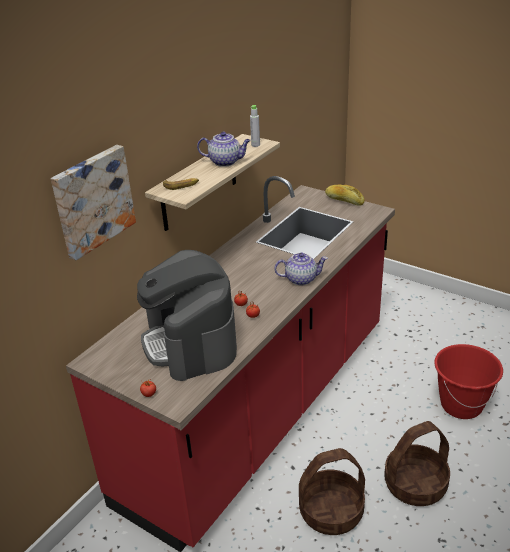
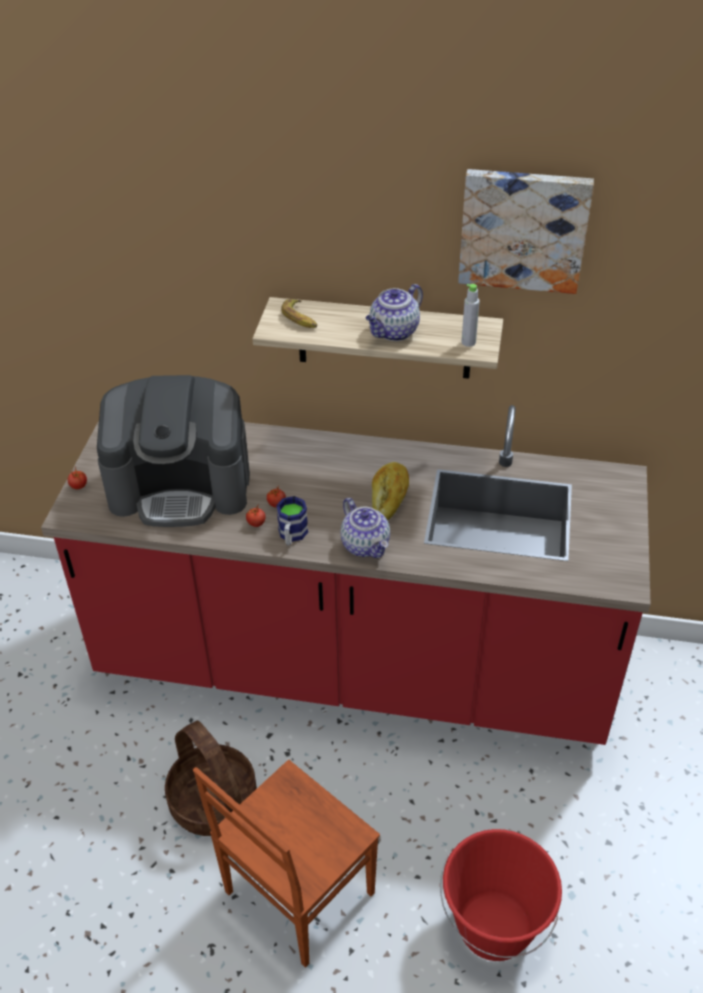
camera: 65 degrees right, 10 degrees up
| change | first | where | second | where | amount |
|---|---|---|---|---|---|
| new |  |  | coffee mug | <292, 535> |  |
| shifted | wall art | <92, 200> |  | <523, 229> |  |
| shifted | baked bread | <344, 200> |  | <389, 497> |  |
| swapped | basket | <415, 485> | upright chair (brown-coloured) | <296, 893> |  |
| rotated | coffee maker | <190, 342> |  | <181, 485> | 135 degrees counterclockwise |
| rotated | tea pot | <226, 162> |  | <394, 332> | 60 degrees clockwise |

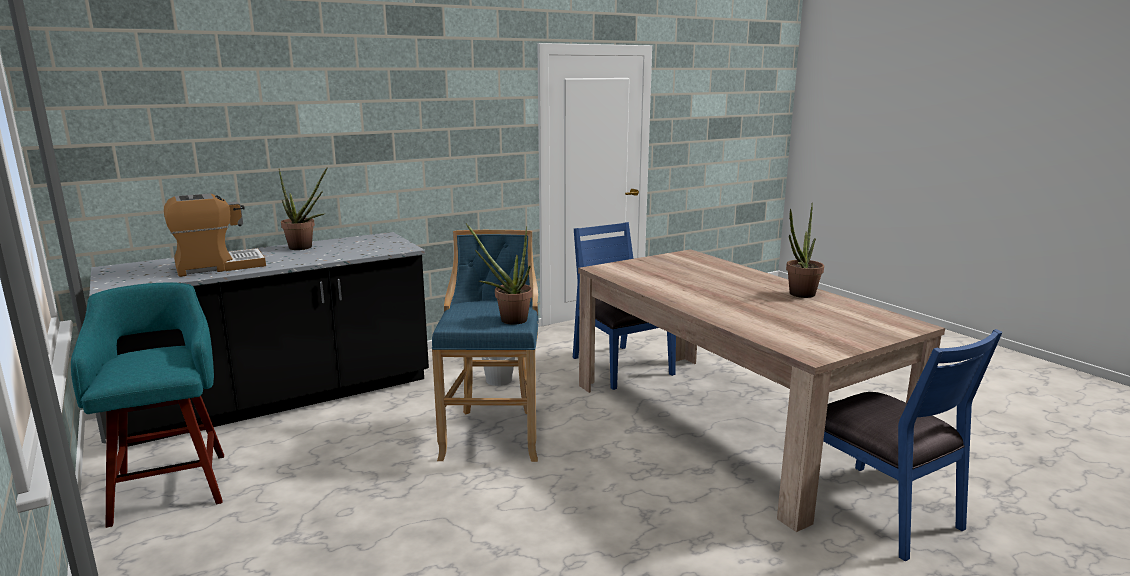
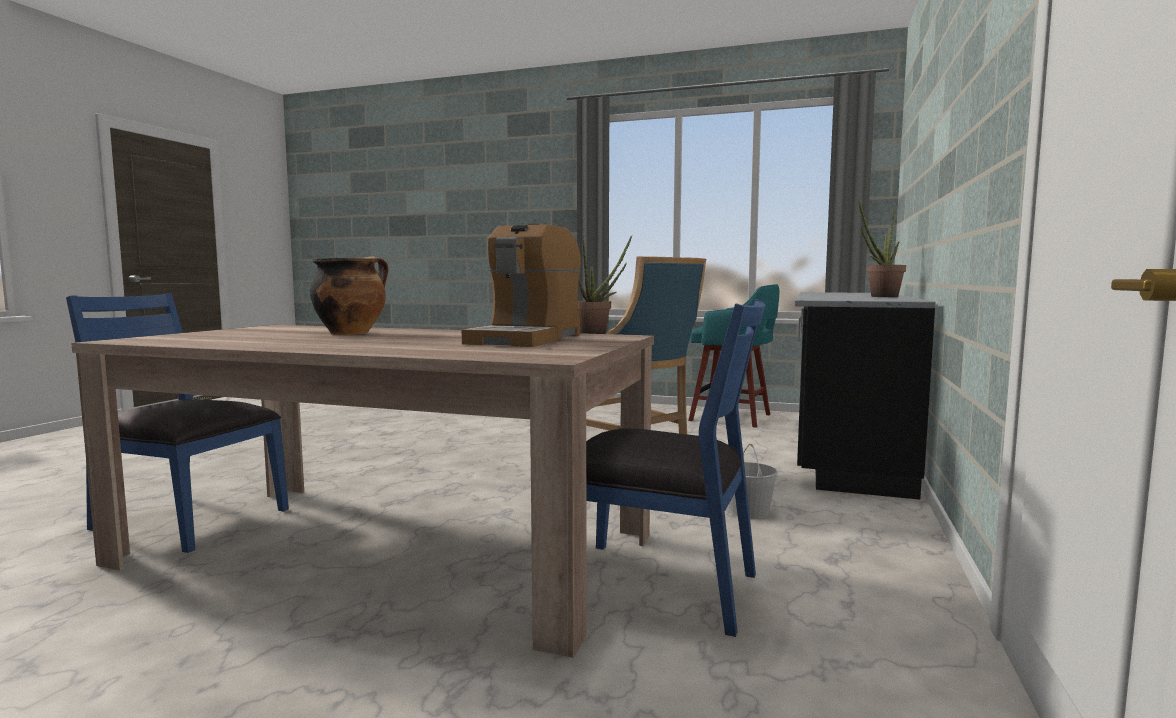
camera: 140 degrees right, 10 degrees down
| change | first | where | second | where | amount |
|---|---|---|---|---|---|
| gone | houseplant | <799, 295> |  |  |  |
| new |  |  | saucepot | <351, 333> |  |
| shifted | coffee maker | <218, 266> |  | <526, 339> |  |

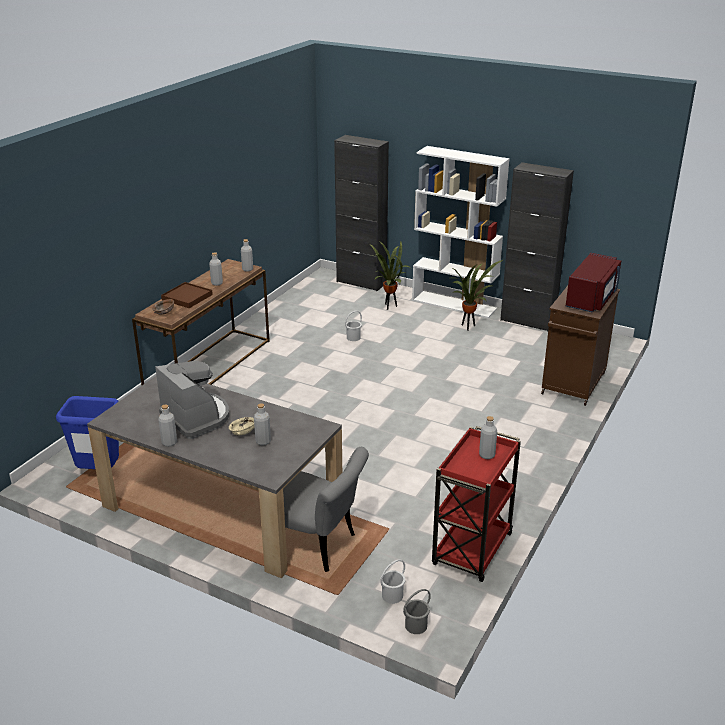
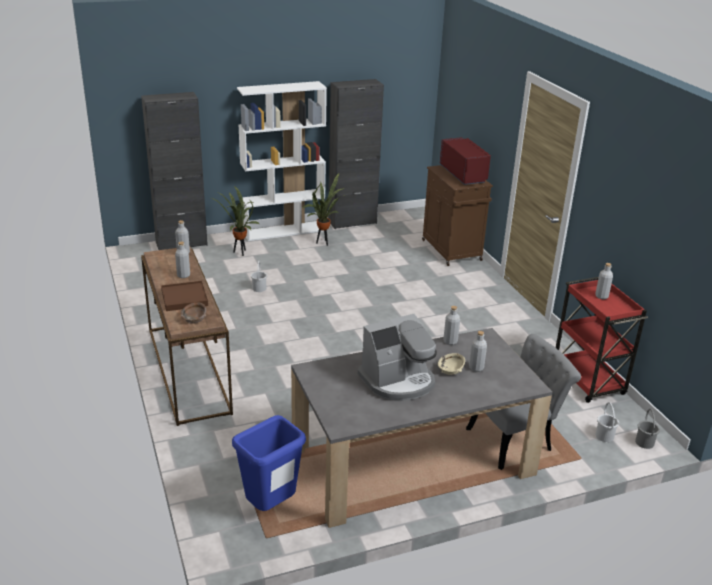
camera: 50 degrees left, 0 degrees up
| change | first | where | second | where | amount |
|---|---|---|---|---|---|
| shifted | beverage bottle (grey) | <169, 442> |  | <450, 341> |  |
| rotated | coffee maker | <197, 417> |  | <398, 381> | 150 degrees clockwise |

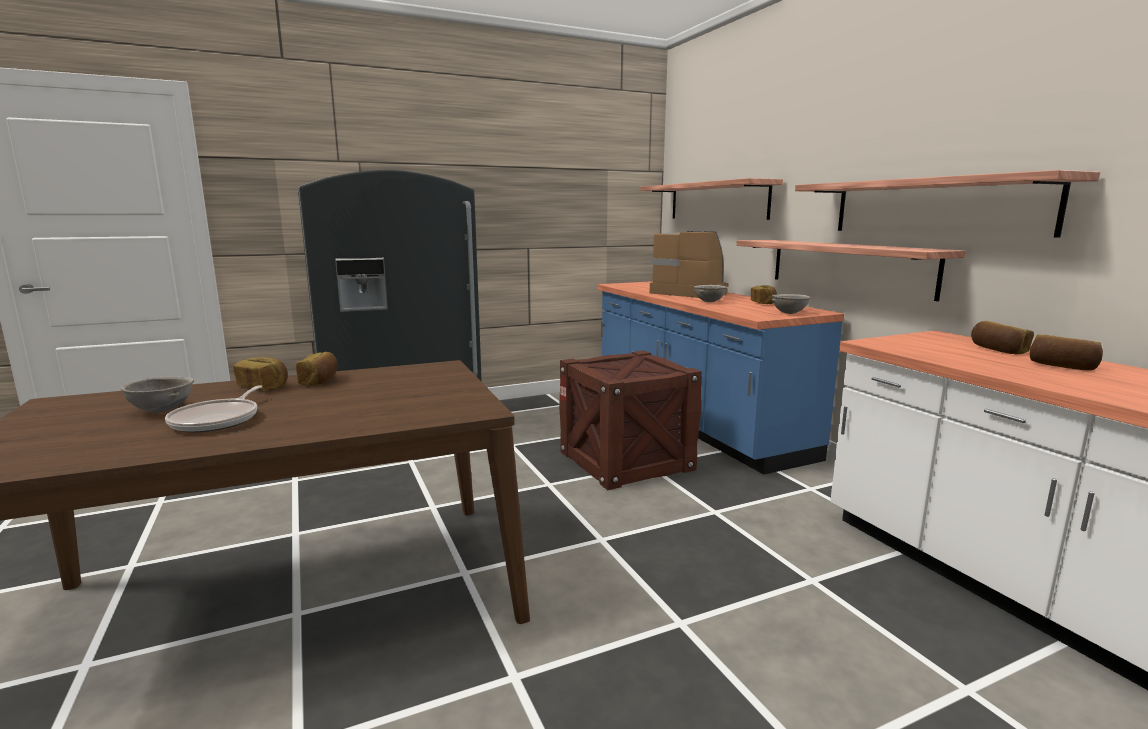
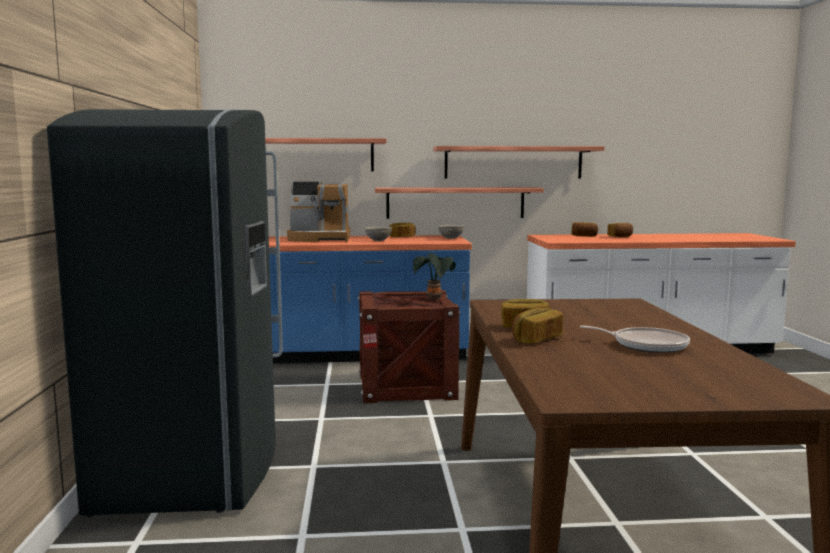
camera: 70 degrees left, 5 degrees down
| change | first | where | second | where | amount |
|---|---|---|---|---|---|
| gone | deep dish (grey) | <163, 410> |  |  |  |
| new |  |  | houseplant | <434, 299> |  |
| rotated | coffee maker | <690, 292> |  | <320, 239> | 150 degrees counterclockwise |

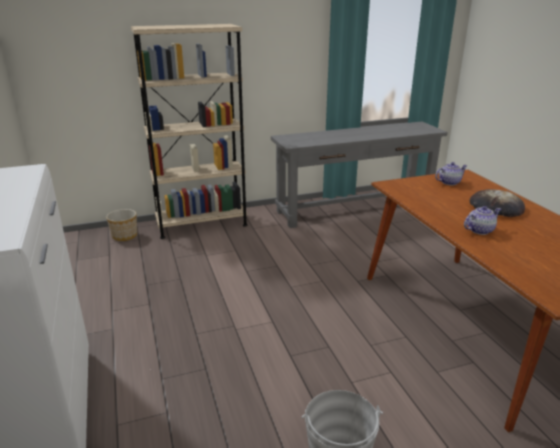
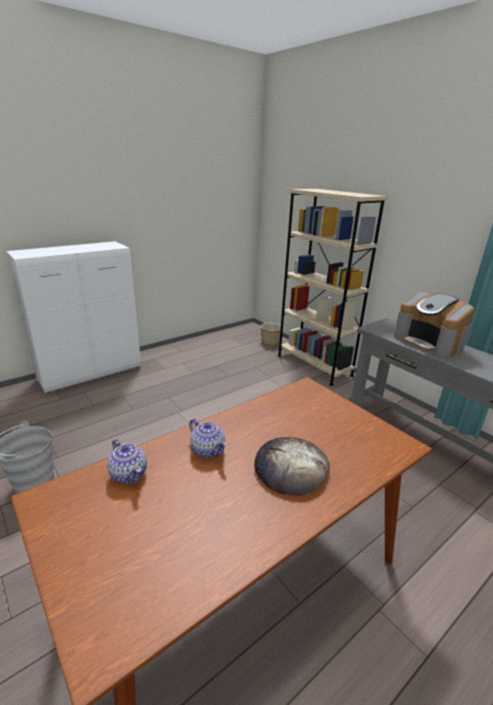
camera: 70 degrees right, 0 degrees up
| change | first | where | second | where | amount |
|---|---|---|---|---|---|
| new |  |  | coffee maker | <428, 343> |  |
| shifted | tea pot | <449, 182> |  | <129, 474> |  |

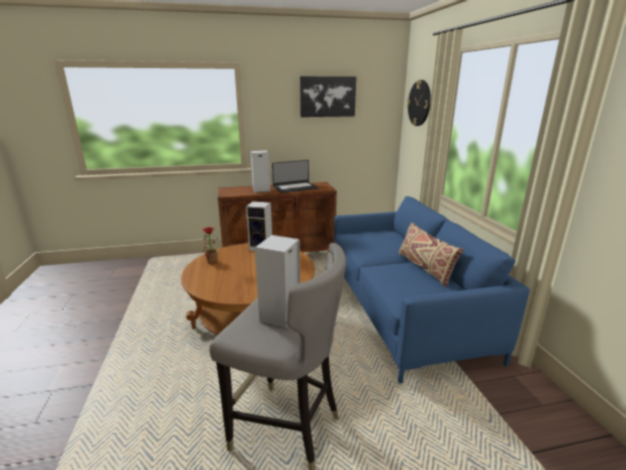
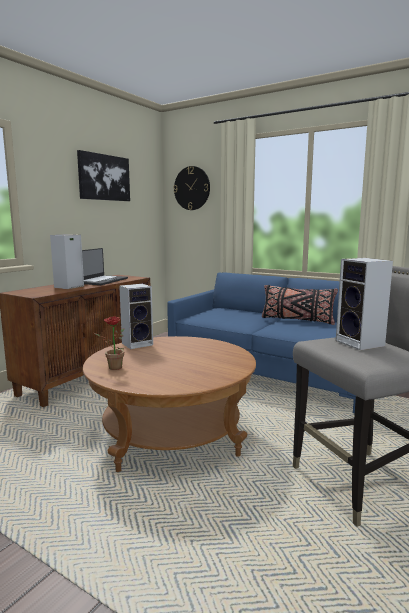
camera: 45 degrees left, 10 degrees down
| change | first | where | second | where | amount |
|---|---|---|---|---|---|
| repainted | throw pillow (beige) | <425, 268> | throw pillow (blackish) | <297, 320> |  |

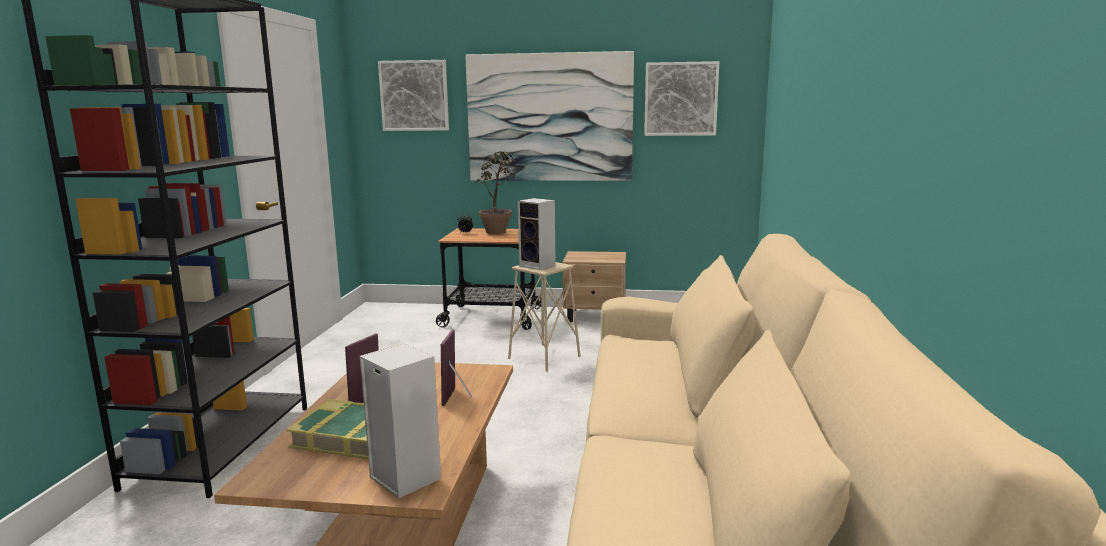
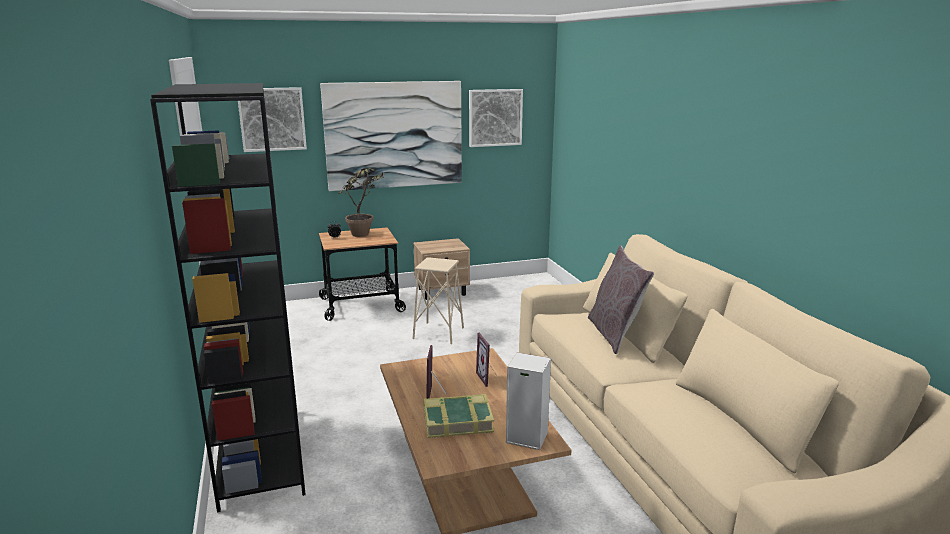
camera: 25 degrees left, 5 degrees up
| change | first | where | second | where | amount |
|---|---|---|---|---|---|
| gone | loudspeaker | <538, 265> |  |  |  |
| new |  |  | throw pillow (grey) | <615, 334> |  |

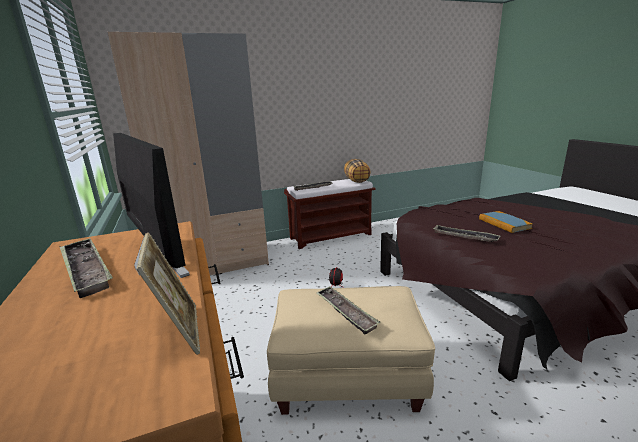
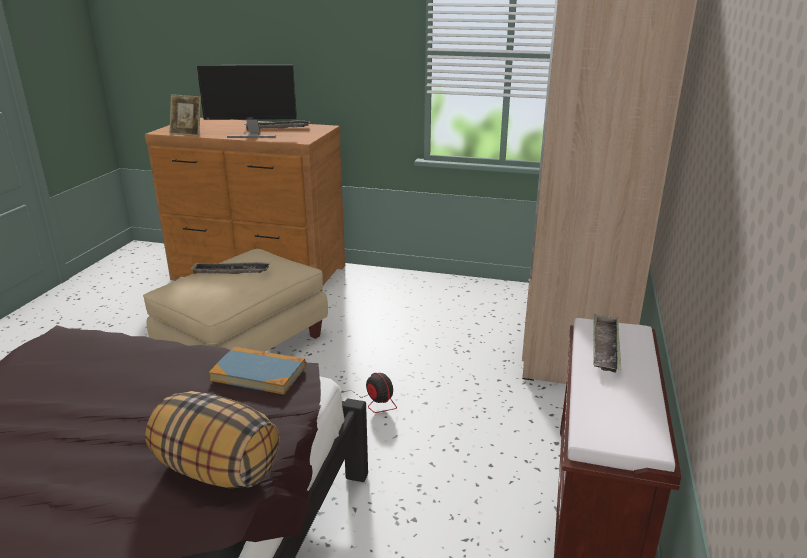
camera: 125 degrees right, 5 degrees up
| change | first | where | second | where | amount |
|---|---|---|---|---|---|
| gone | serving tray | <464, 237> |  |  |  |
| shifted | throw pillow | <357, 181> |  | <216, 469> |  |
| shifted | book | <504, 223> |  | <258, 373> |  |

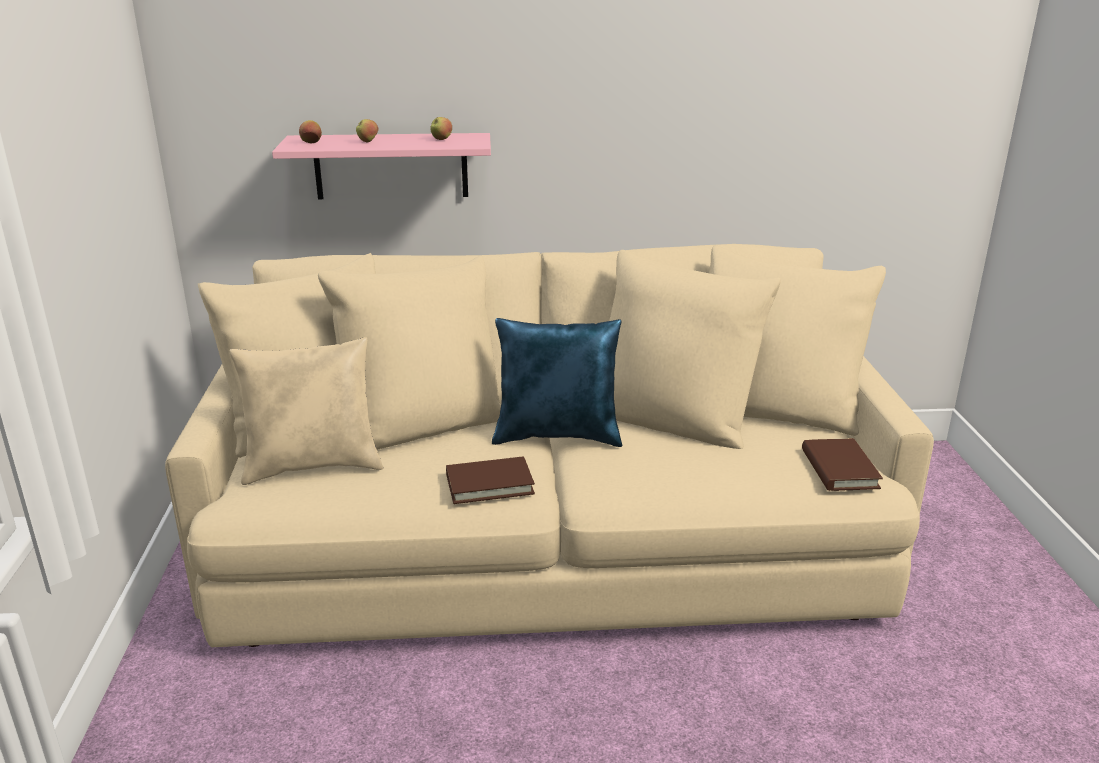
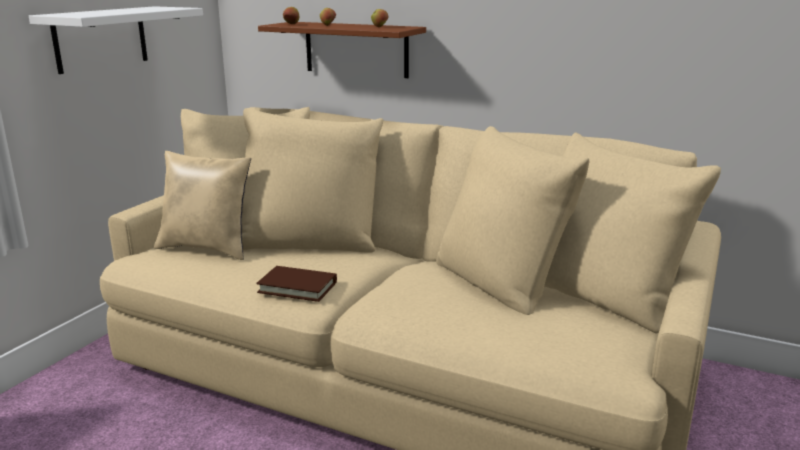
camera: 30 degrees right, 5 degrees down
| change | first | where | second | where | amount |
|---|---|---|---|---|---|
| gone | throw pillow (blue) | <558, 435> |  |  |  |
| gone | book (brown-coloured) | <839, 469> |  |  |  |
| new |  |  | shelf (whitish) | <101, 39> |  |
| repainted | shelf (pink) | <391, 166> | shelf (brown-coloured) | <356, 49> |  |

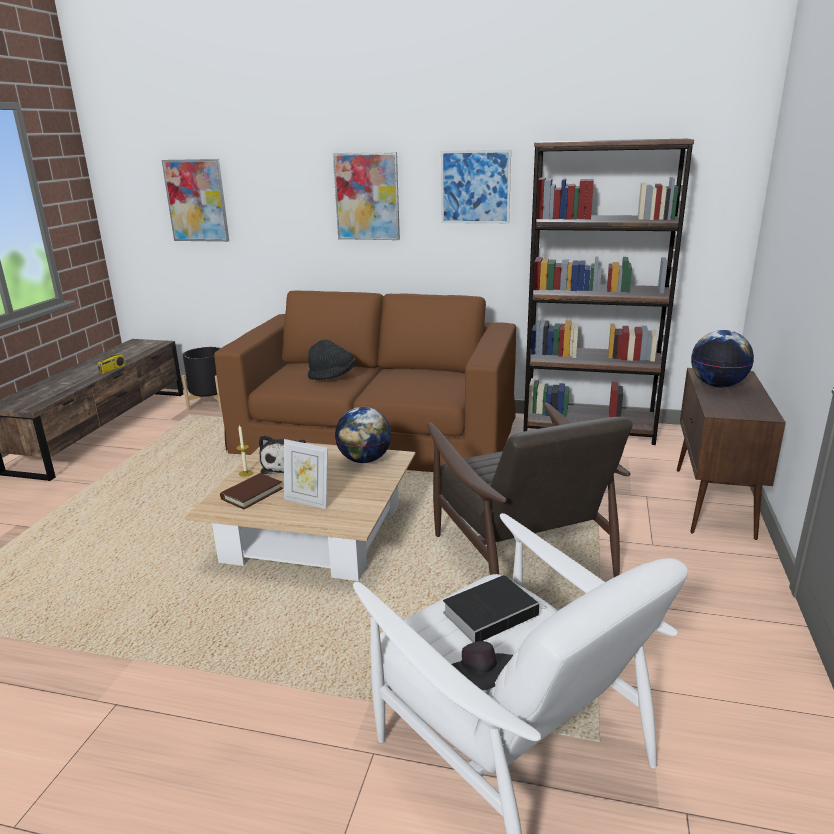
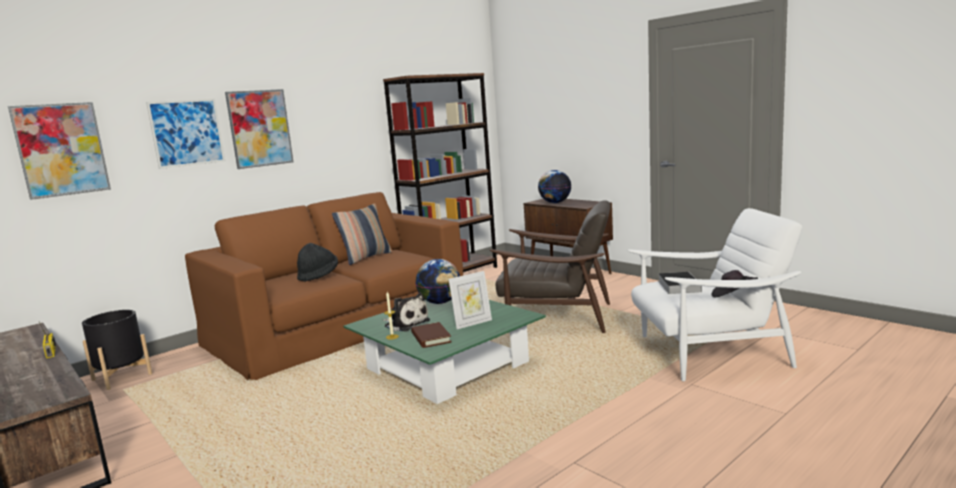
camera: 55 degrees left, 10 degrees down
| change | first | where | second | where | amount |
|---|---|---|---|---|---|
| new |  |  | throw pillow | <366, 257> |  |
| shifted | wall art | <475, 187> |  | <187, 132> |  |
| repainted | lounge table (beige) | <315, 532> | lounge table (green-coloured) | <447, 365> |  |

